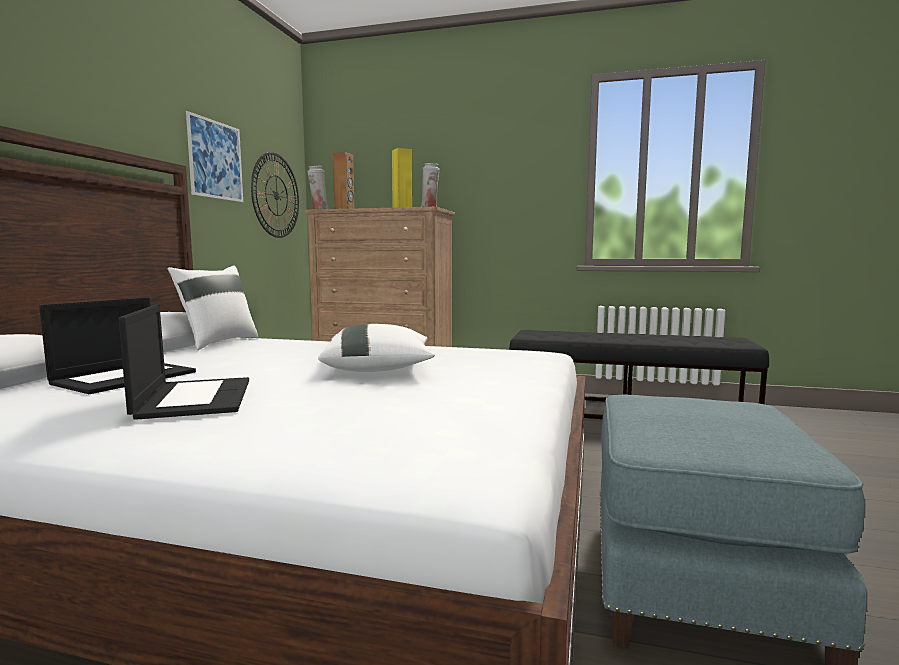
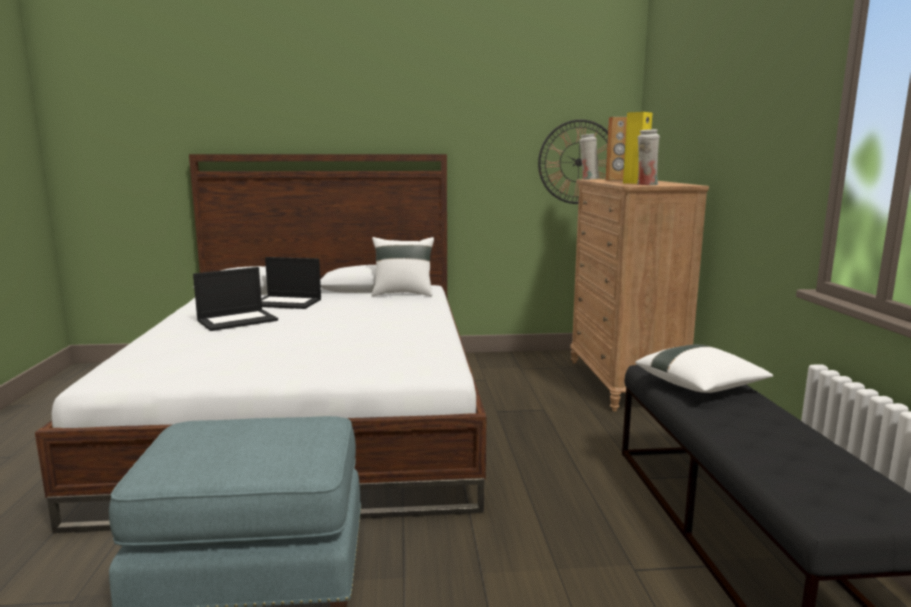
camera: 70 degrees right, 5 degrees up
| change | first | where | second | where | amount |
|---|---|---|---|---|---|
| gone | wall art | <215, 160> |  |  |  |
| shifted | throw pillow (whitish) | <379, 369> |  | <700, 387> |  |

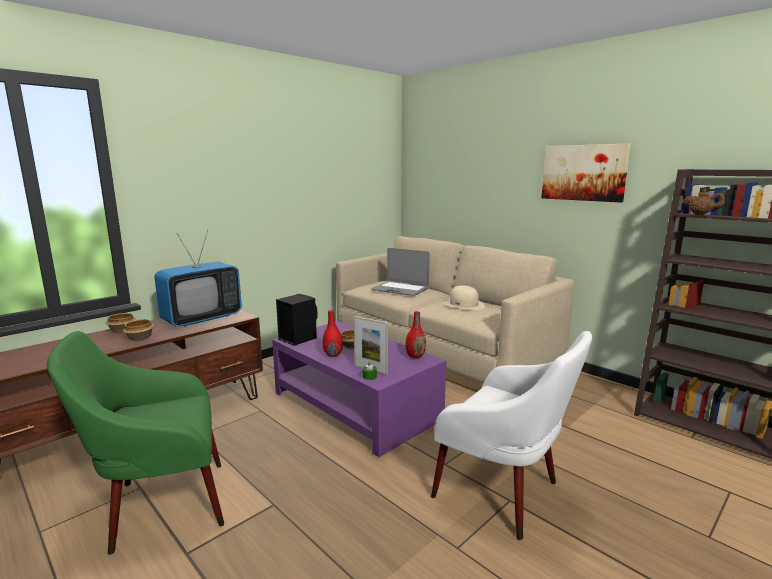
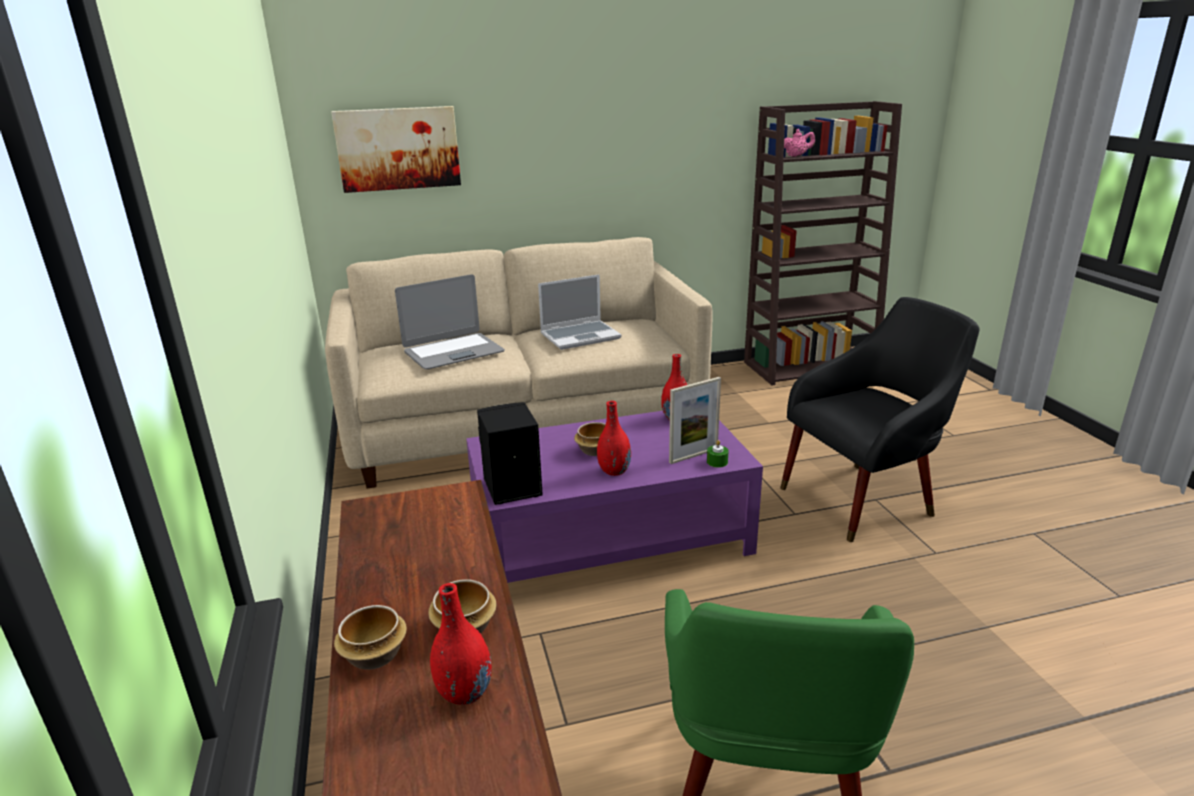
camera: 60 degrees left, 10 degrees up
| change | first | where | second | where | amount |
|---|---|---|---|---|---|
| gone | TV set | <202, 318> |  |  |  |
| new |  |  | vase (red) | <464, 693> |  |
| shifted | wall art | <583, 172> |  | <398, 149> |  |
| swapped | clothing hat (beige) | <464, 304> | portable computer | <580, 336> |  |
| repainted | lounge chair (whitish) | <504, 493> | lounge chair (blackish) | <863, 498> |  |
| repainted | tea pot (brown-coloured) | <700, 214> | tea pot (pink) | <796, 156> |  |

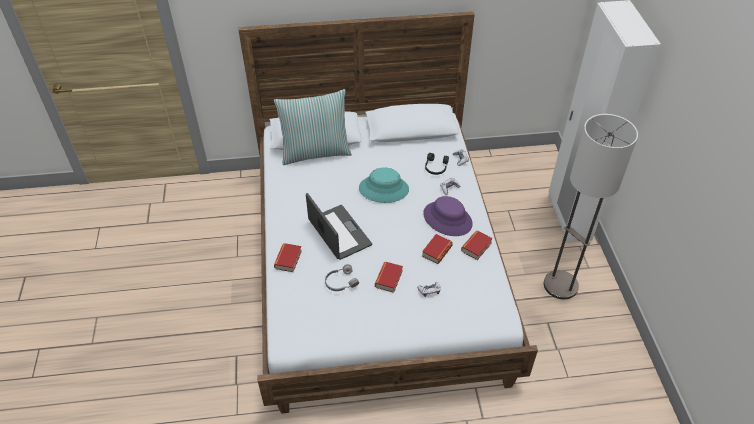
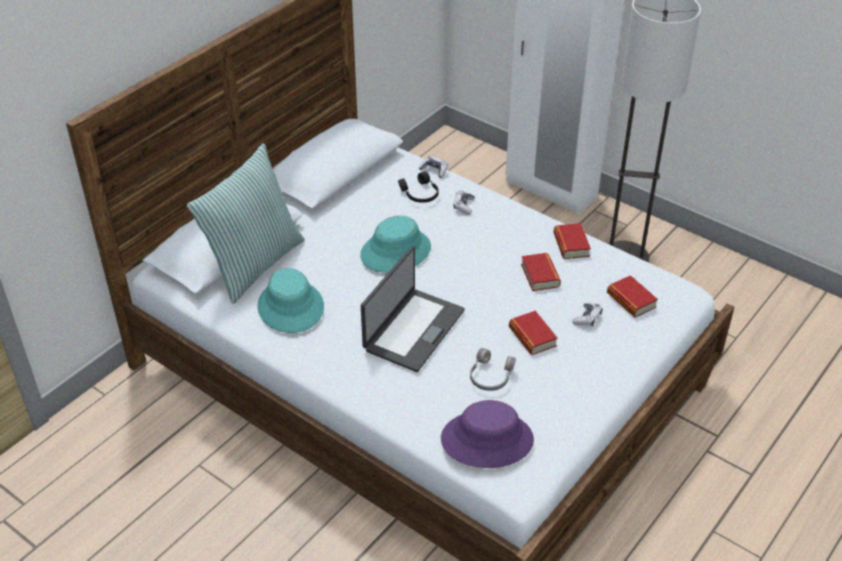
camera: 45 degrees left, 5 degrees down
| change | first | where | second | where | amount |
|---|---|---|---|---|---|
| new |  |  | clothing hat (turquoise) | <290, 307> |  |
| shifted | book | <288, 259> |  | <631, 300> |  |
| shifted | clothing hat (purple) | <447, 219> |  | <487, 439> |  |
| rotated | portable computer | <338, 233> |  | <413, 329> | 105 degrees clockwise |

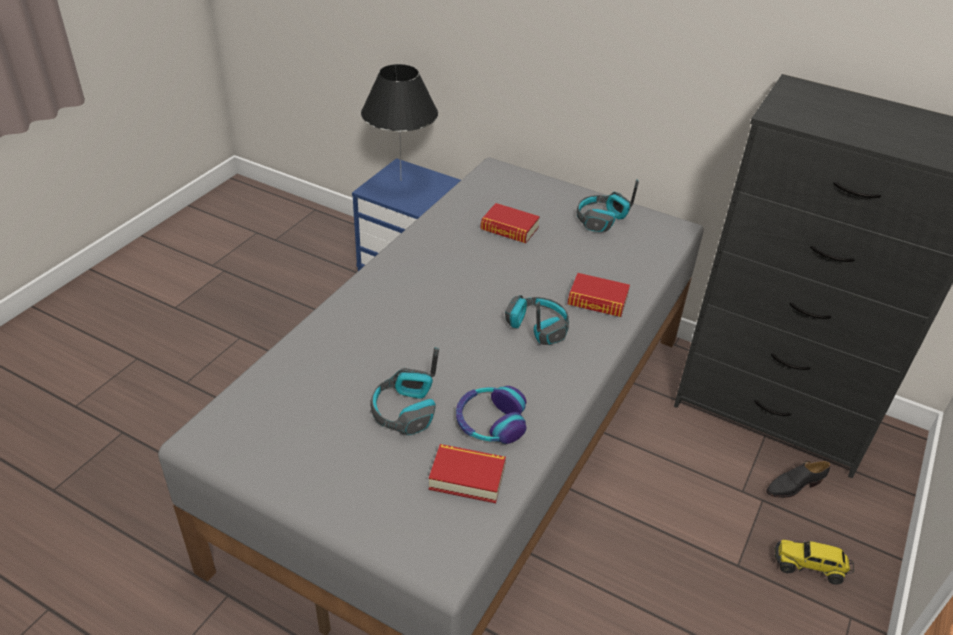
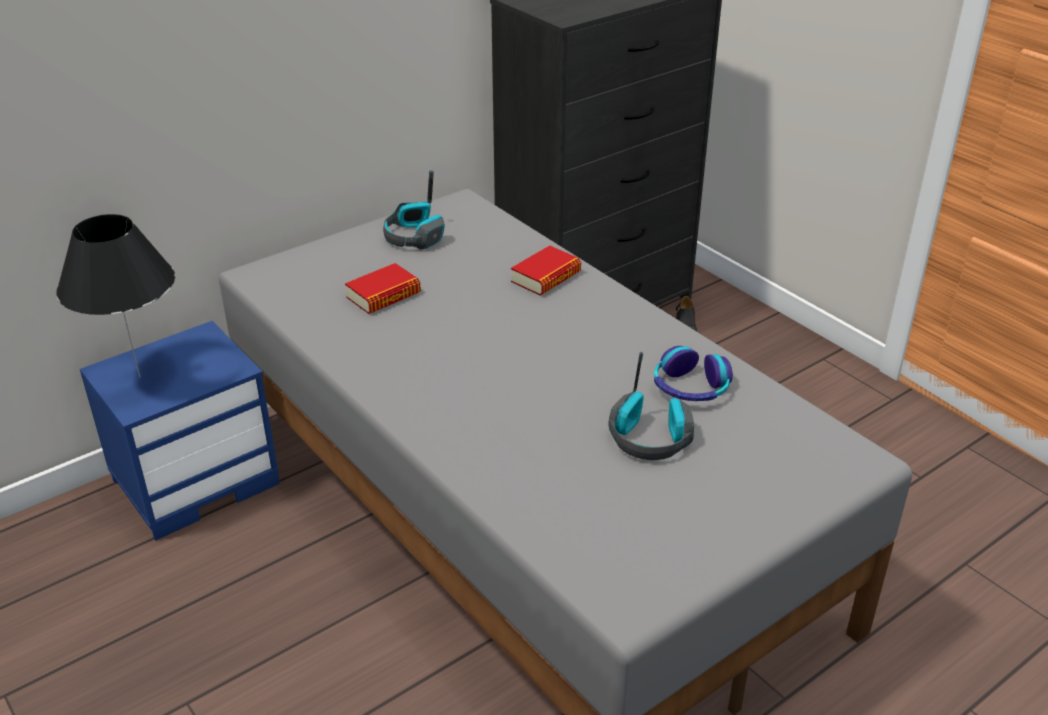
camera: 65 degrees left, 5 degrees down
| change | first | where | second | where | amount |
|---|---|---|---|---|---|
| gone | book | <467, 477> |  |  |  |
| gone | headset | <537, 327> |  |  |  |
| gone | toy truck | <809, 566> |  |  |  |

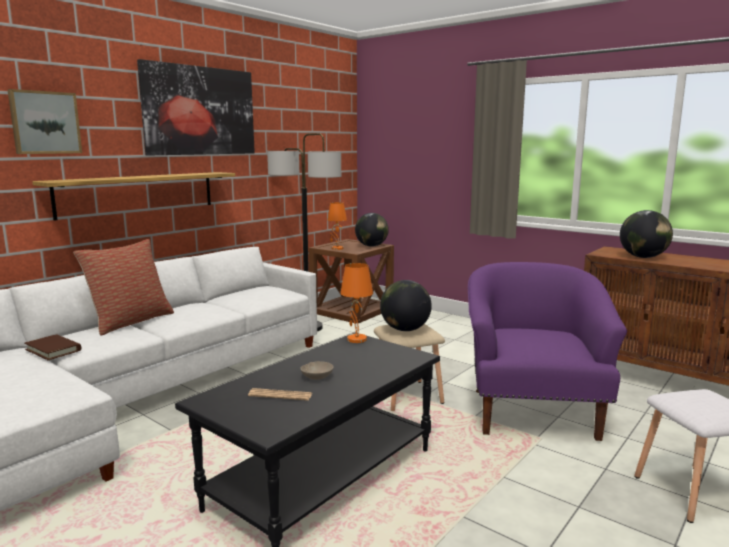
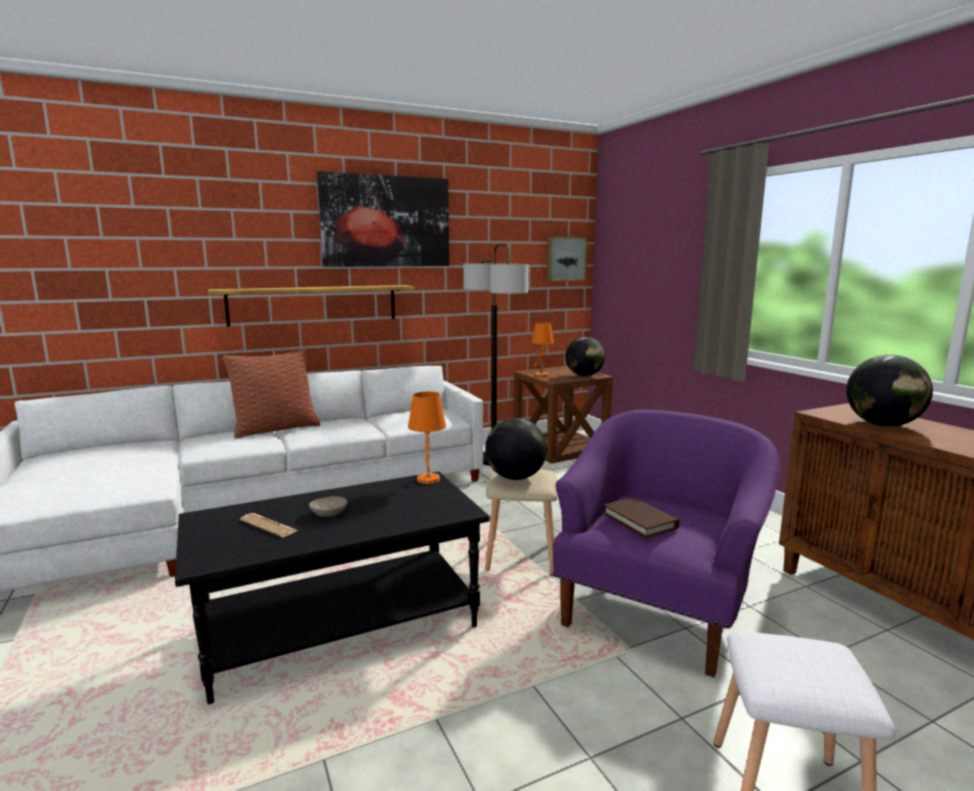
camera: 25 degrees right, 0 degrees up
| change | first | where | second | where | amount |
|---|---|---|---|---|---|
| shifted | wall art | <45, 122> |  | <565, 258> |  |
| shifted | book (brown-coloured) | <53, 350> |  | <640, 521> |  |

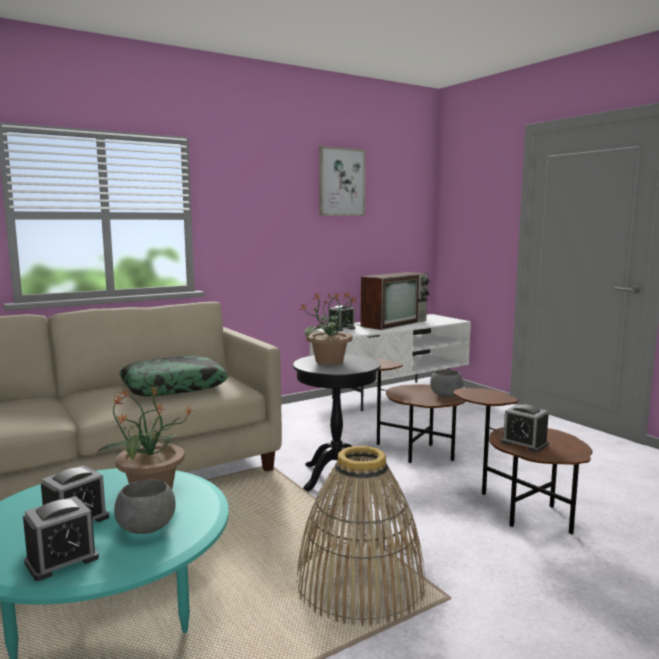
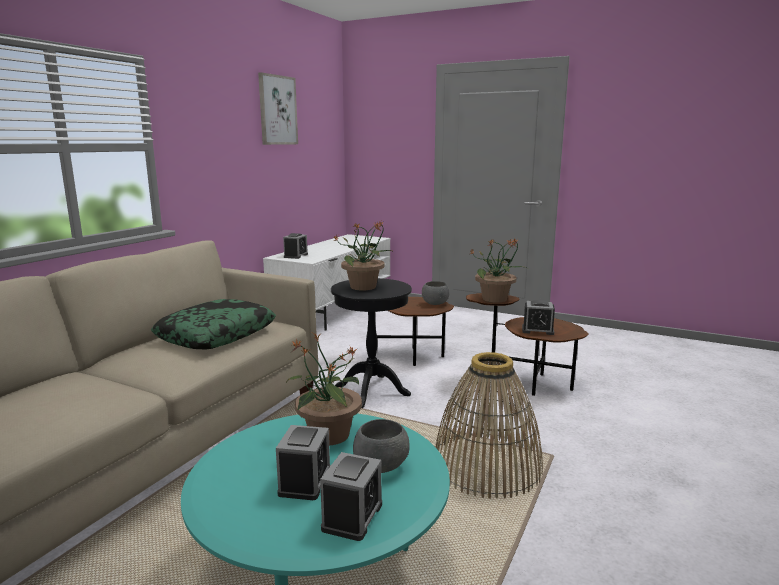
camera: 30 degrees left, 5 degrees up
| change | first | where | second | where | amount |
|---|---|---|---|---|---|
| gone | TV set | <394, 323> |  |  |  |
| new |  |  | houseplant | <495, 299> |  |

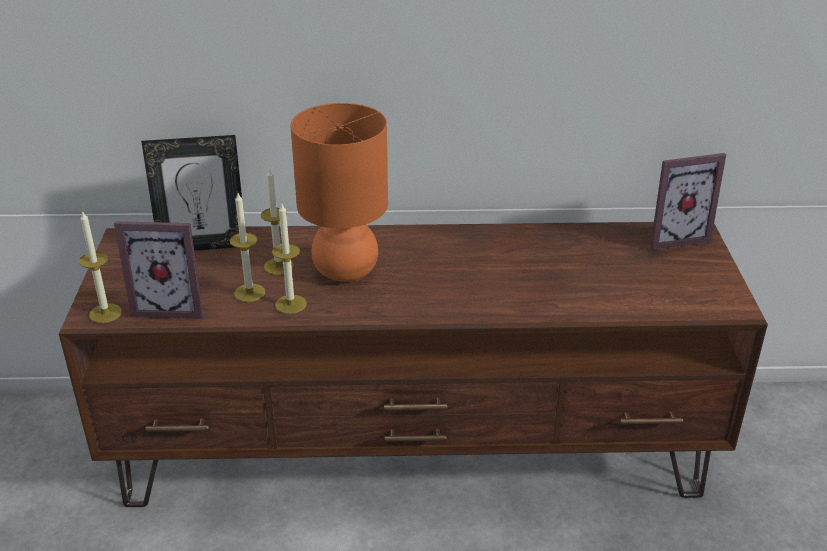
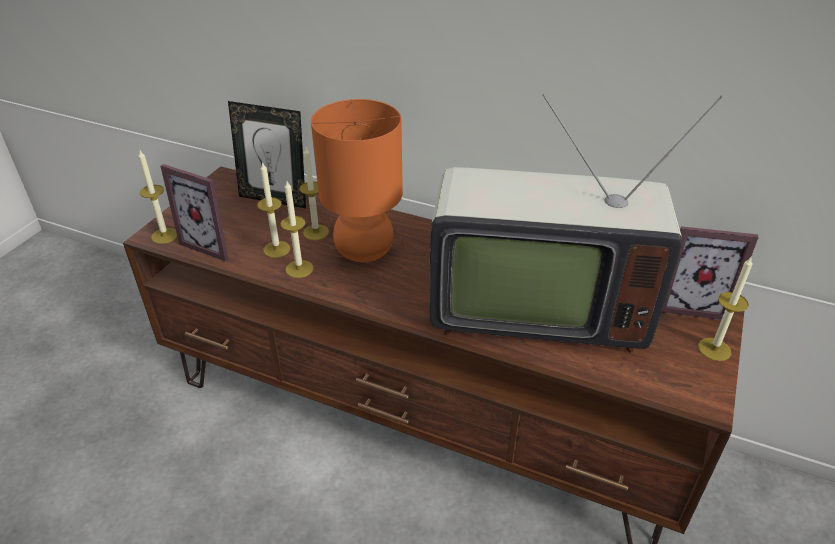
camera: 25 degrees right, 5 degrees up
| change | first | where | second | where | amount |
|---|---|---|---|---|---|
| new |  |  | TV set | <533, 308> |  |
| new |  |  | wax light | <714, 349> |  |

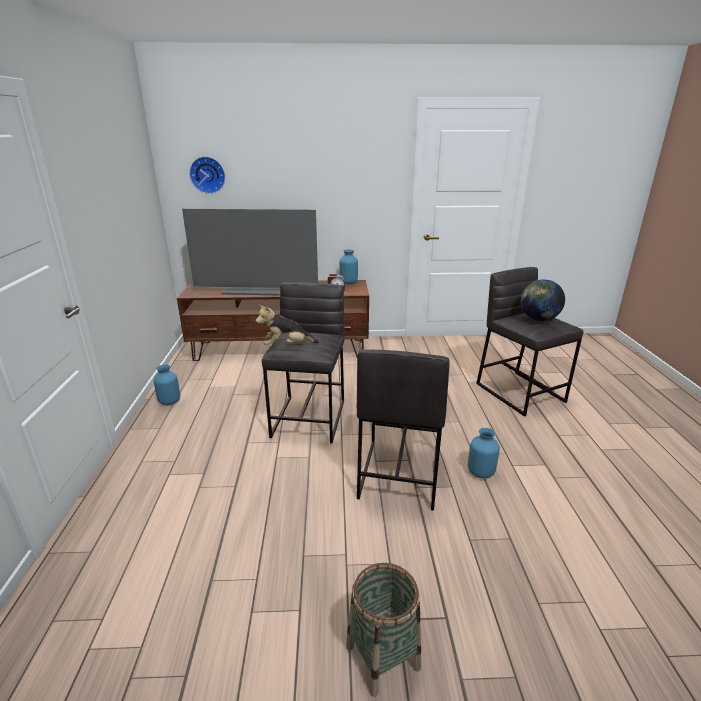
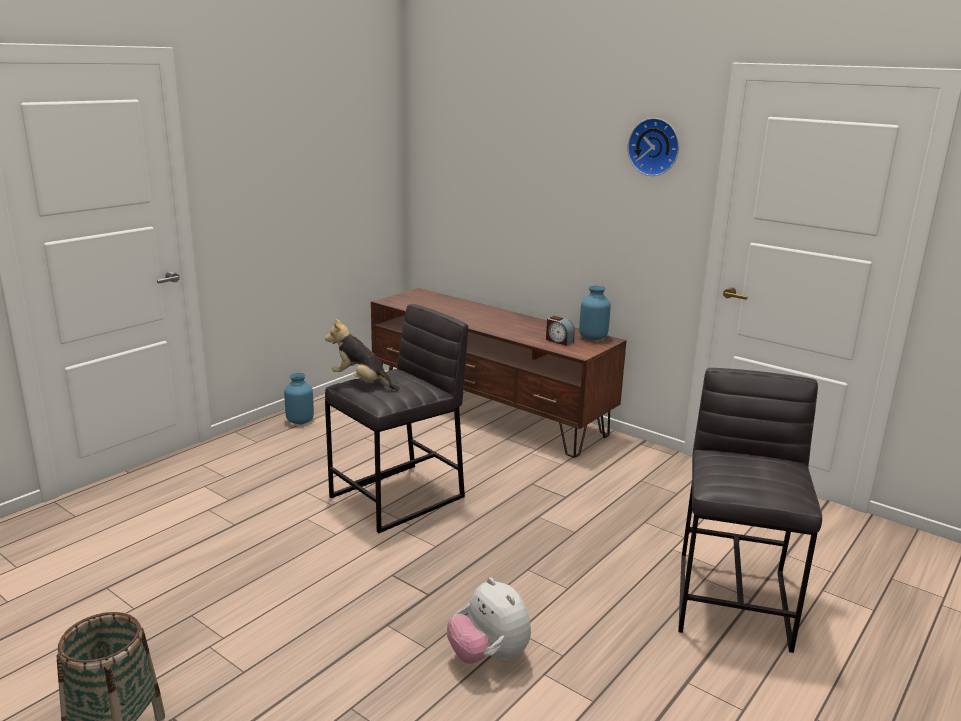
camera: 40 degrees right, 5 degrees down
| change | first | where | second | where | amount |
|---|---|---|---|---|---|
| gone | TV set | <256, 290> |  |  |  |
| gone | stool seat (grey) | <398, 473> |  |  |  |
| gone | desk globe | <538, 319> |  |  |  |
| shifted | clock on the wall | <208, 175> |  | <655, 146> |  |
| swapped | vase (blue) | <481, 472> | soft toy | <488, 656> |  |

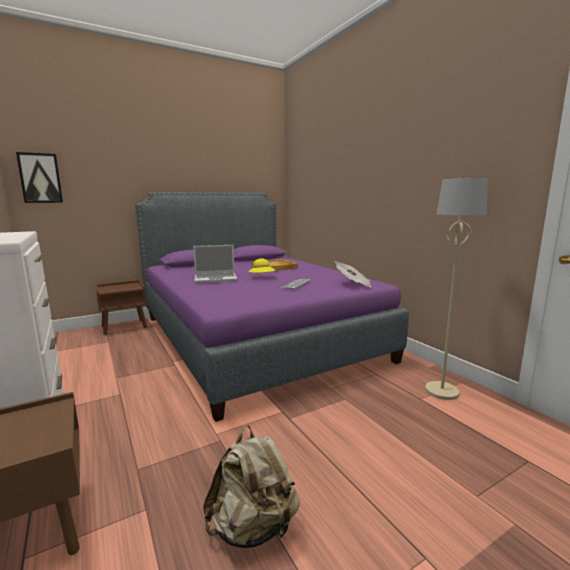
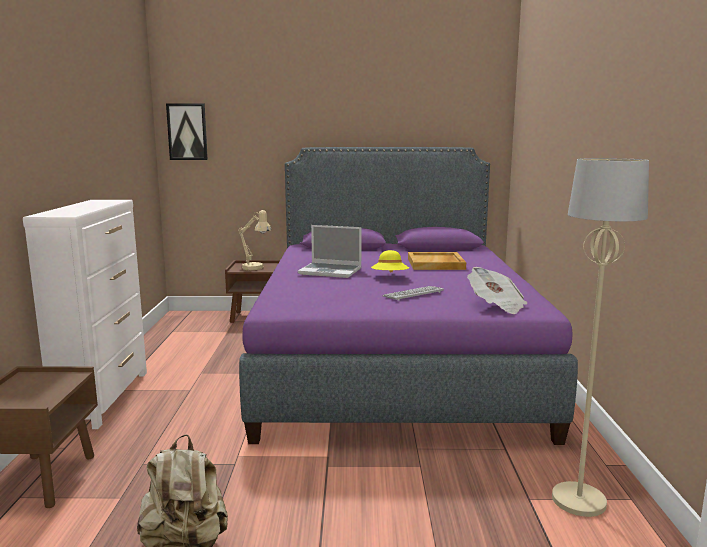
camera: 30 degrees right, 0 degrees up
| change | first | where | second | where | amount |
|---|---|---|---|---|---|
| new |  |  | tabletop lamp (beige) | <256, 268> |  |

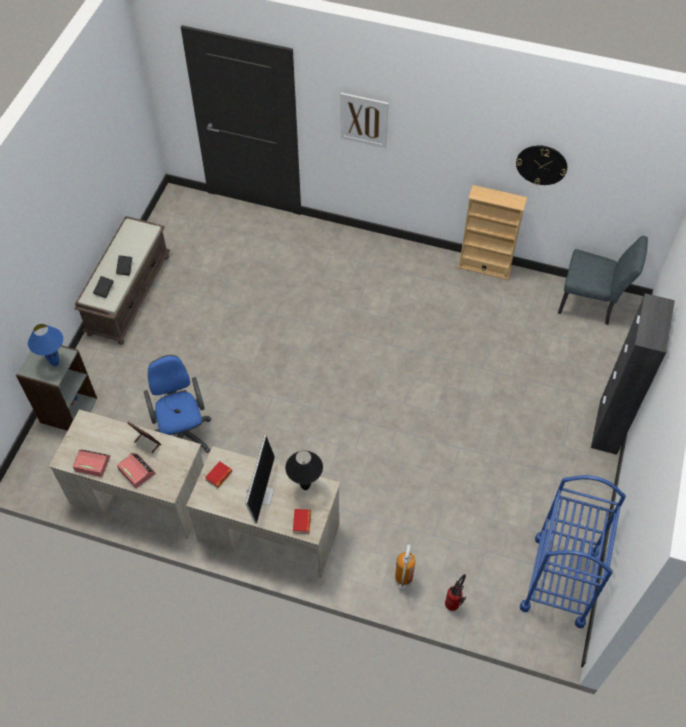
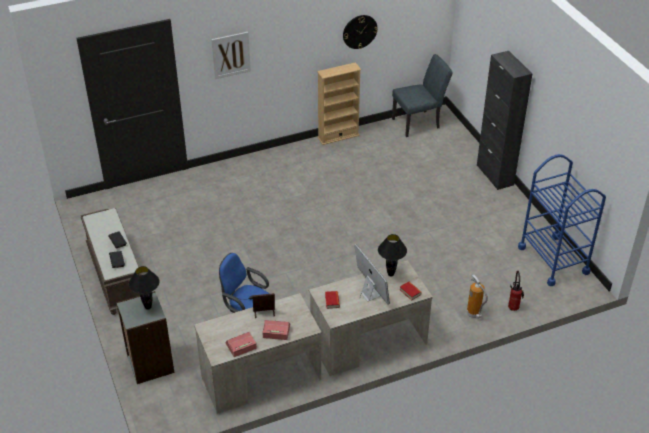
camera: 40 degrees left, 15 degrees down
| change | first | where | second | where | amount |
|---|---|---|---|---|---|
| repainted | tabletop lamp (blue) | <56, 363> | tabletop lamp (blackish) | <148, 307> |  |

